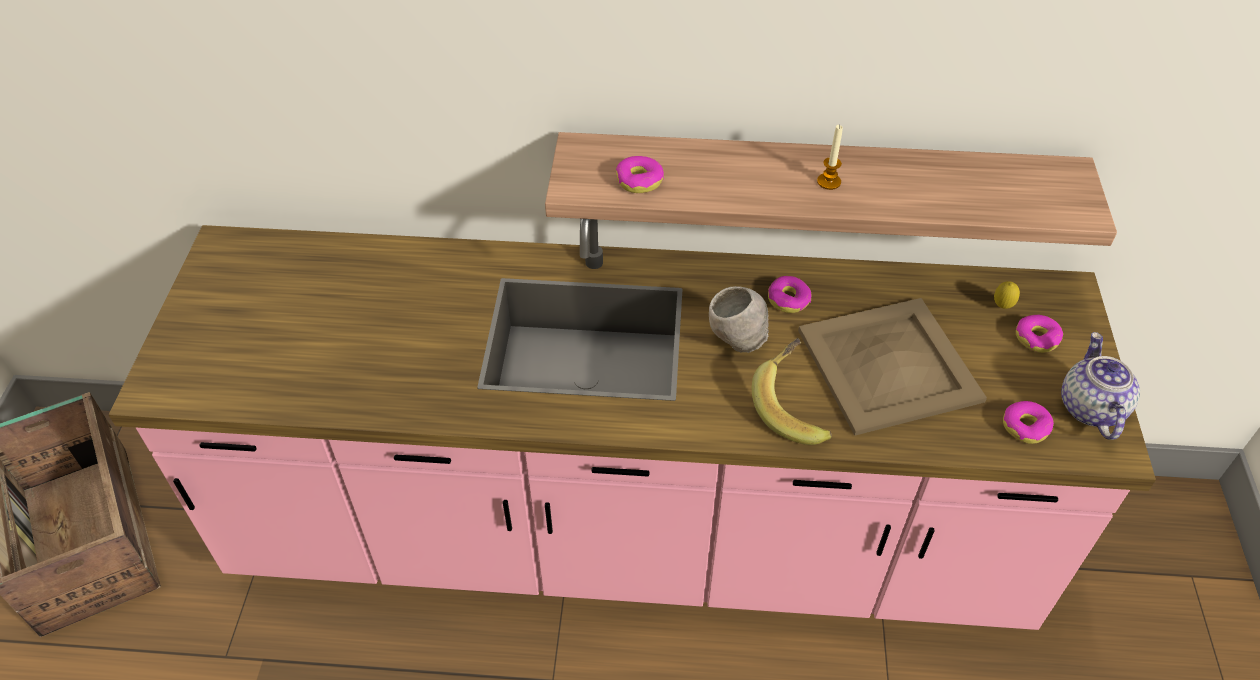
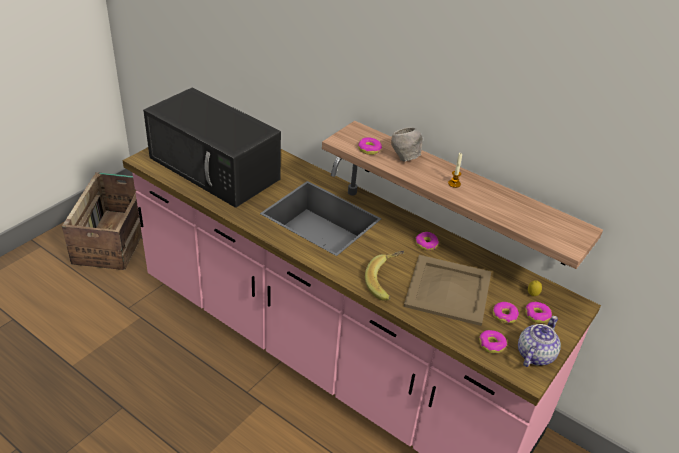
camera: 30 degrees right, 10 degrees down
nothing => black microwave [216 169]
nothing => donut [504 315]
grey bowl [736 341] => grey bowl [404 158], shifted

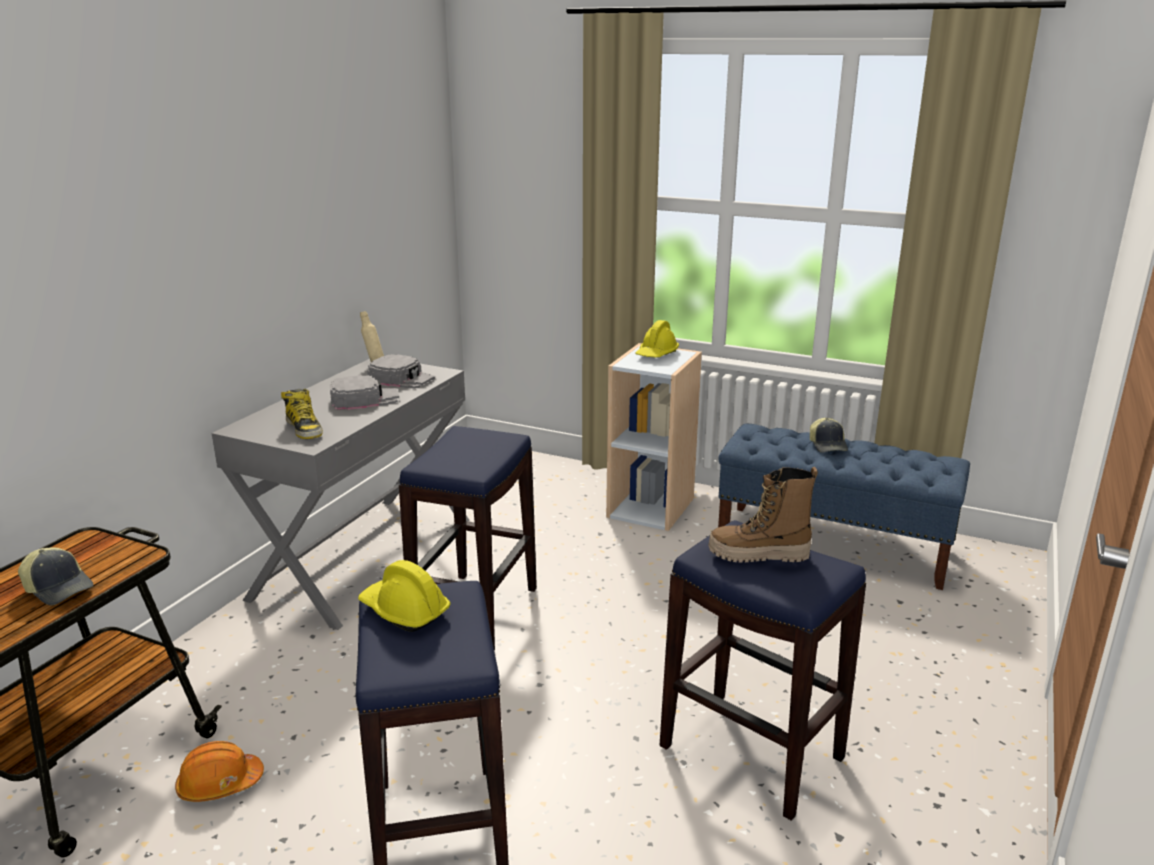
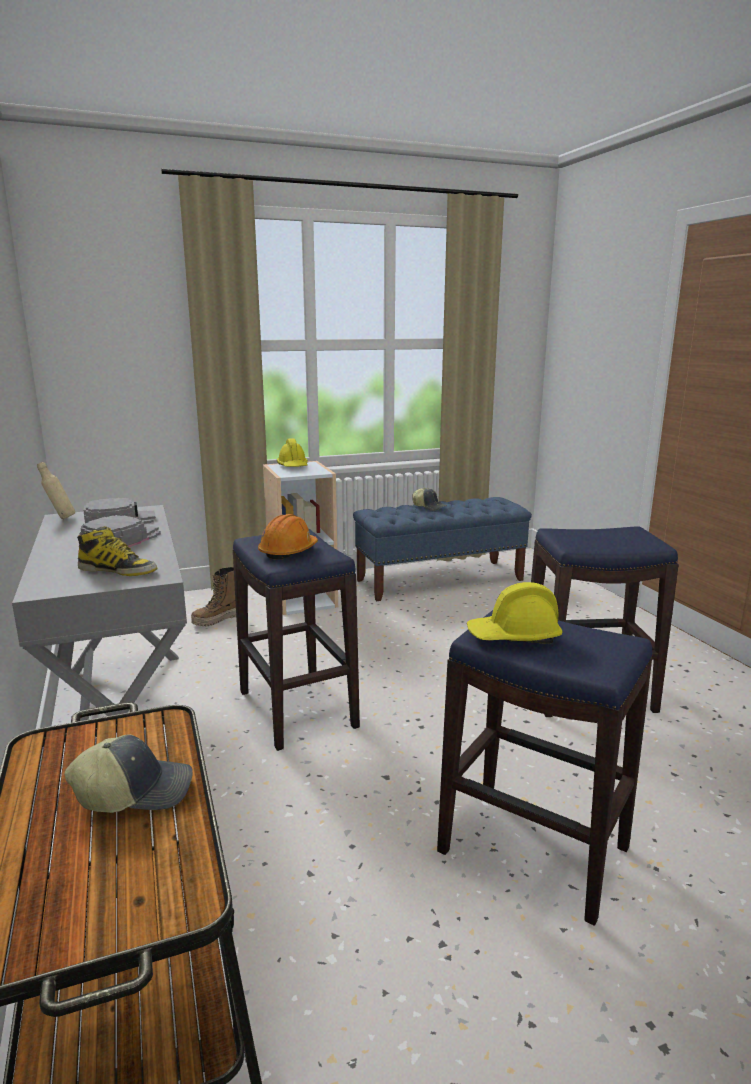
camera: 45 degrees left, 5 degrees down
orange hard hat [219 784] => orange hard hat [288 551], shifted
boot [758 555] => boot [217 620], shifted

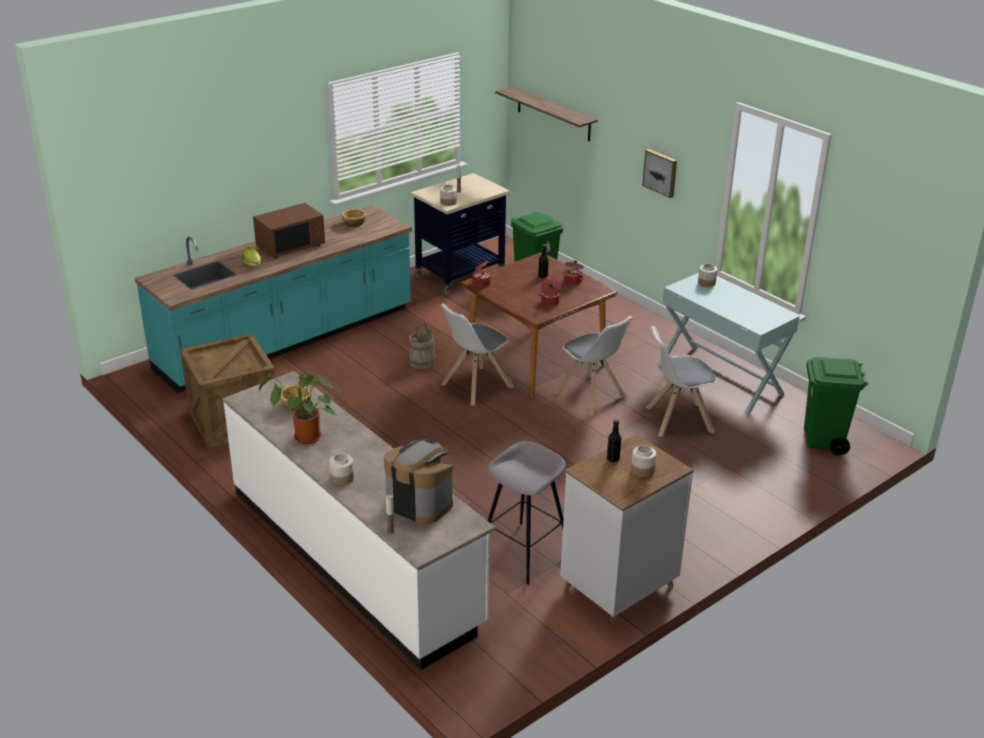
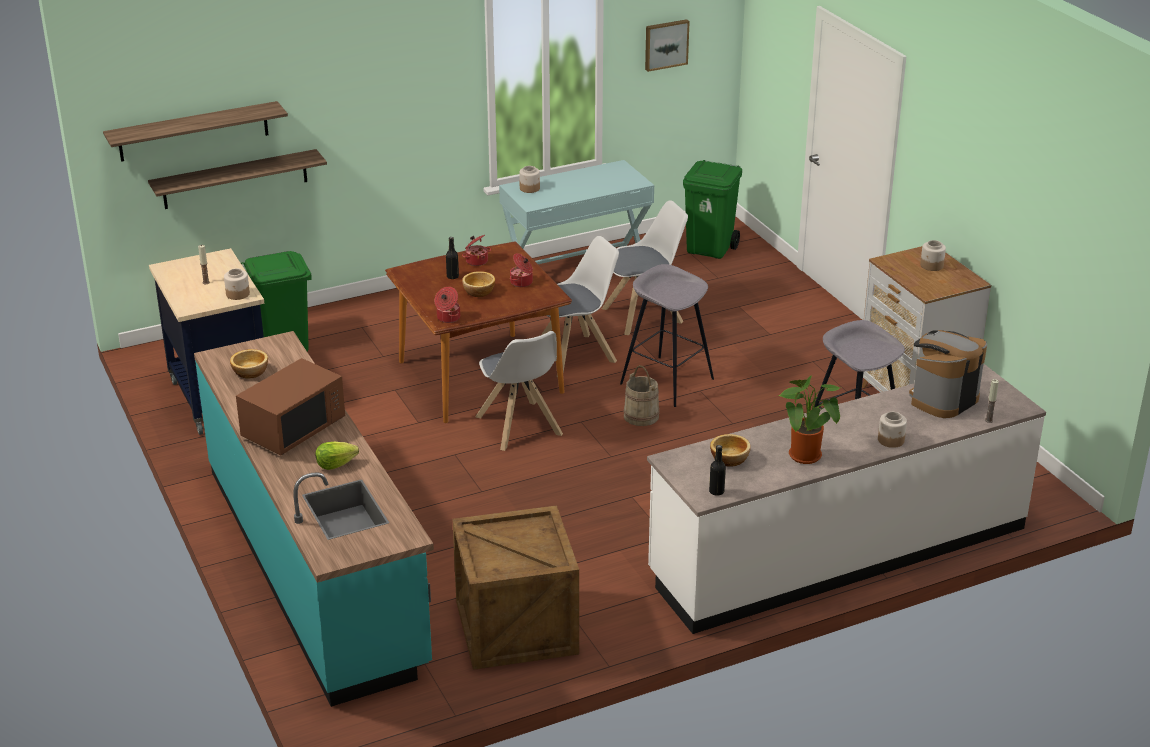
camera: 75 degrees left, 0 degrees up
nothing => shelf [235 179]
nothing => bowl [479 292]
nothing => grey stool [667 381]
beige bucket [422 362] => beige bucket [641 416], shifted
black bottle [613 459] => black bottle [716 491], shifted
picture [661 172] => picture [665 44], shifted
brown microwave [290 246] => brown microwave [293 429], 60 degrees clockwise
chair [677 420] => chair [644 315], 120 degrees counterclockwise

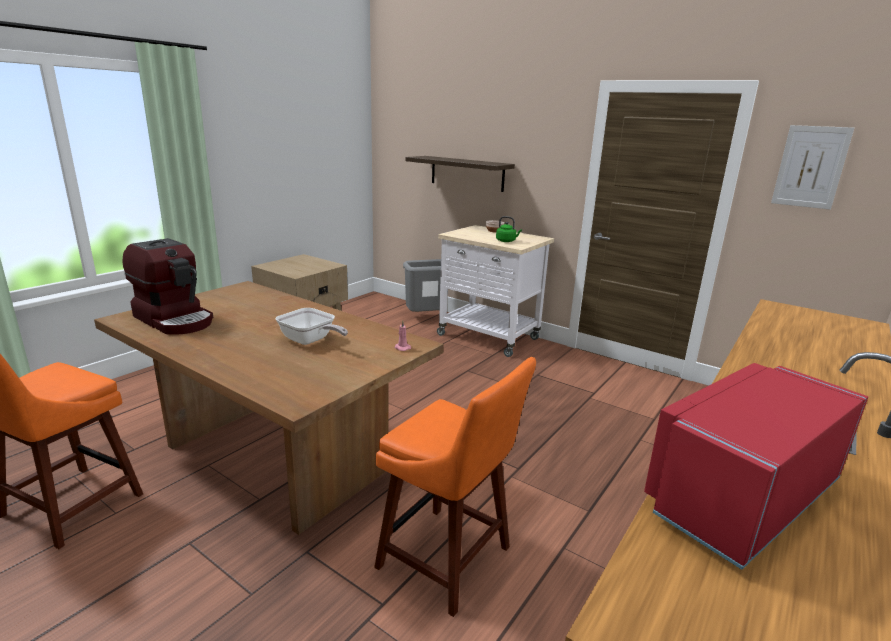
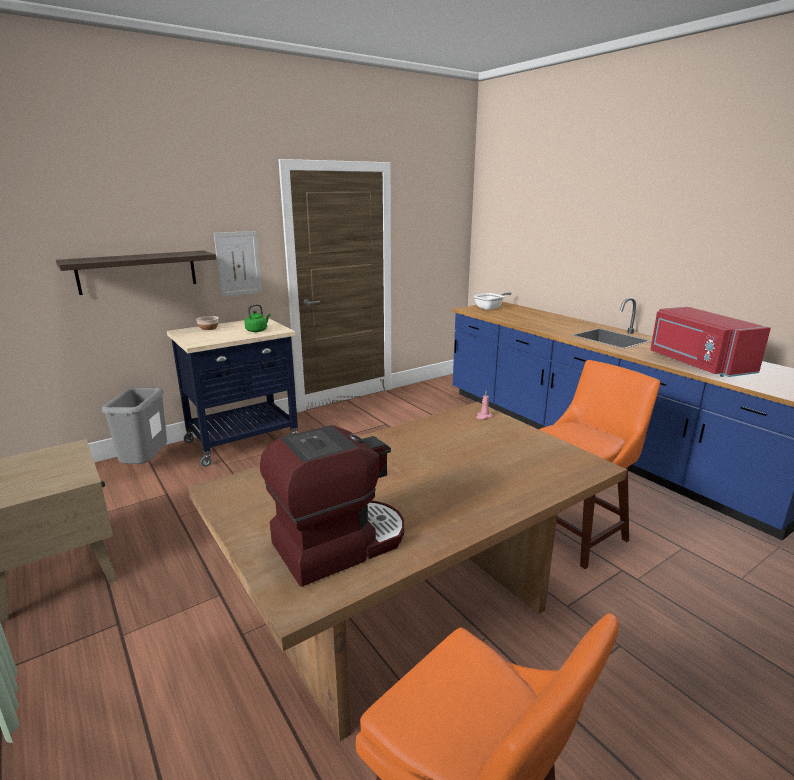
camera: 70 degrees left, 0 degrees up
frying pan [310 341] => frying pan [490 308], shifted
picture [810 167] => picture [238 263], shifted
white cart [489 337] => blue cart [243 441]

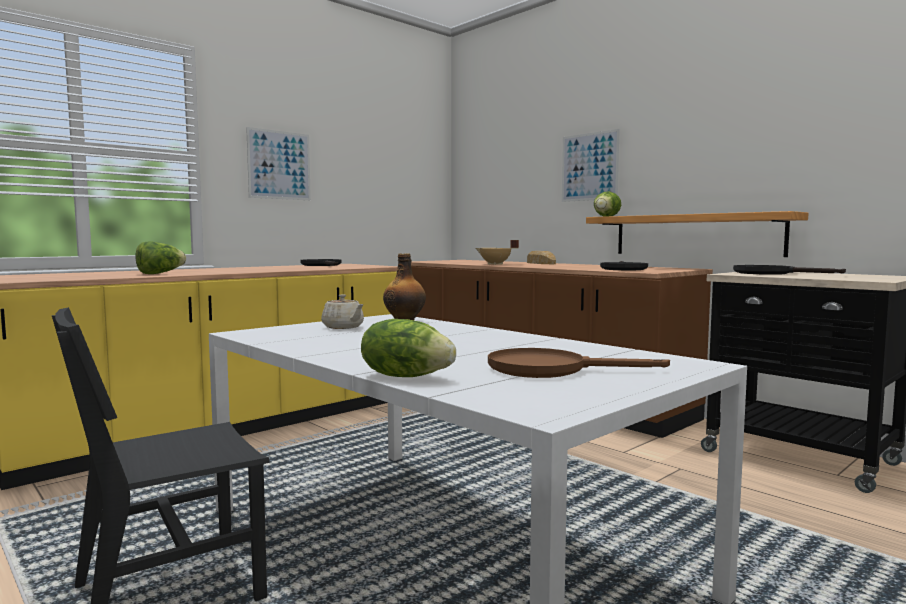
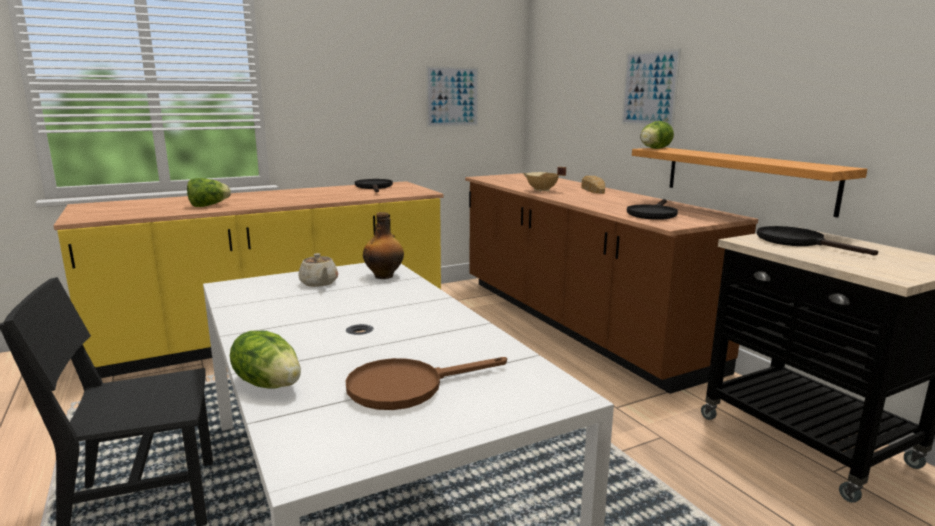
camera: 15 degrees right, 10 degrees up
picture [279 165] => picture [452 97], shifted
brown frying pan [550 369] => brown frying pan [407 386], 45 degrees counterclockwise

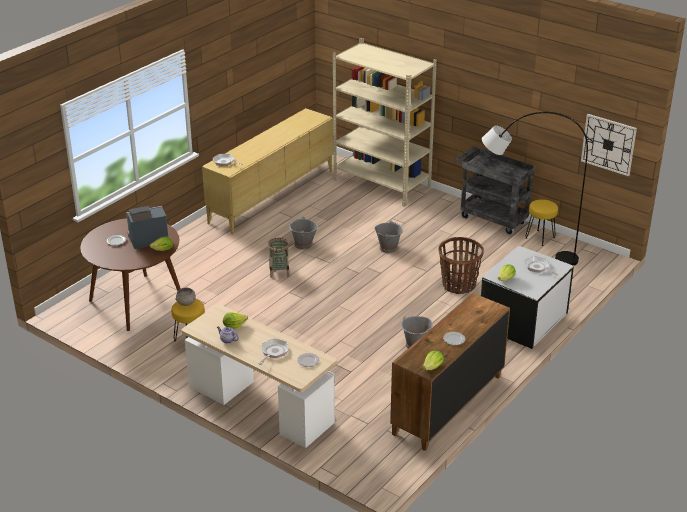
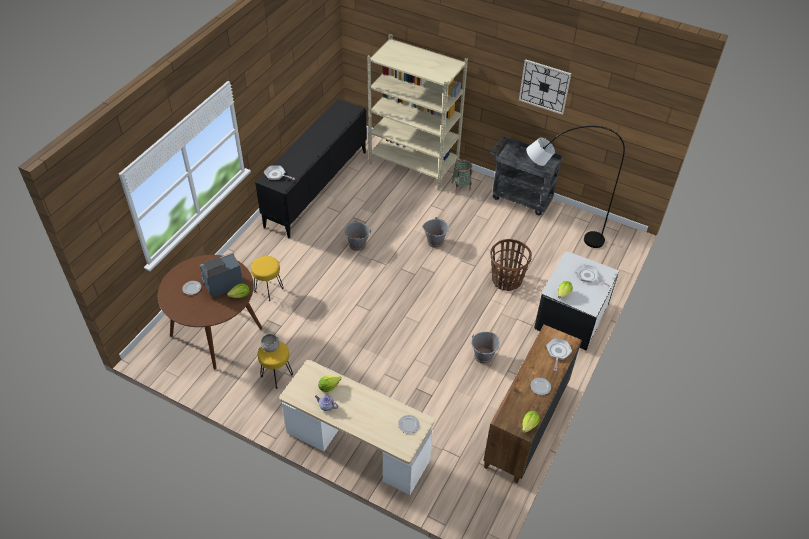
camera: 10 degrees left, 15 degrees up
frying pan [273 352] => frying pan [558 352], shifted
basket [279 272] => basket [461 186], shifted
yellow stool [540 237] => yellow stool [269 290], shifted
wall clock [608 144] => wall clock [544 86], shifted
beige cabinet [272 196] => black cabinet [316 188]

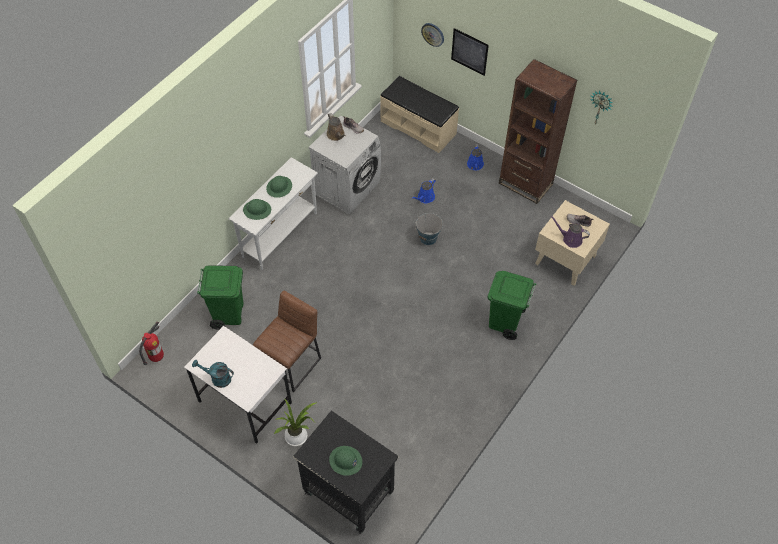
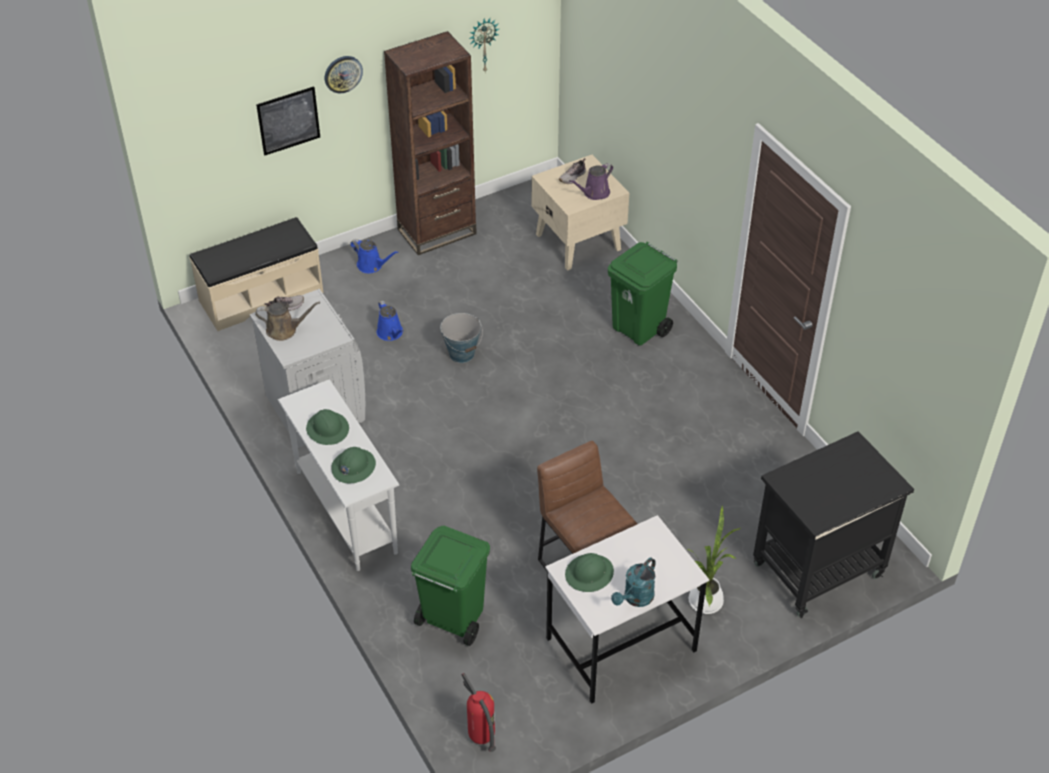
camera: 65 degrees left, 10 degrees down
green hard hat [345 461] => green hard hat [589 574], shifted
wall clock [433 34] => wall clock [343 74], shifted

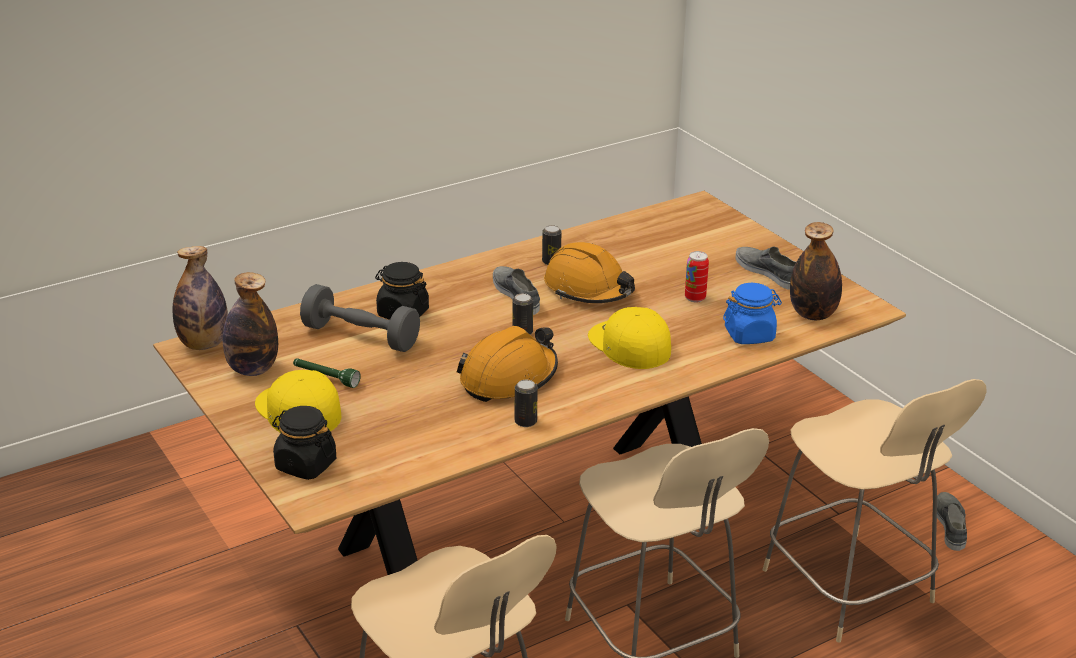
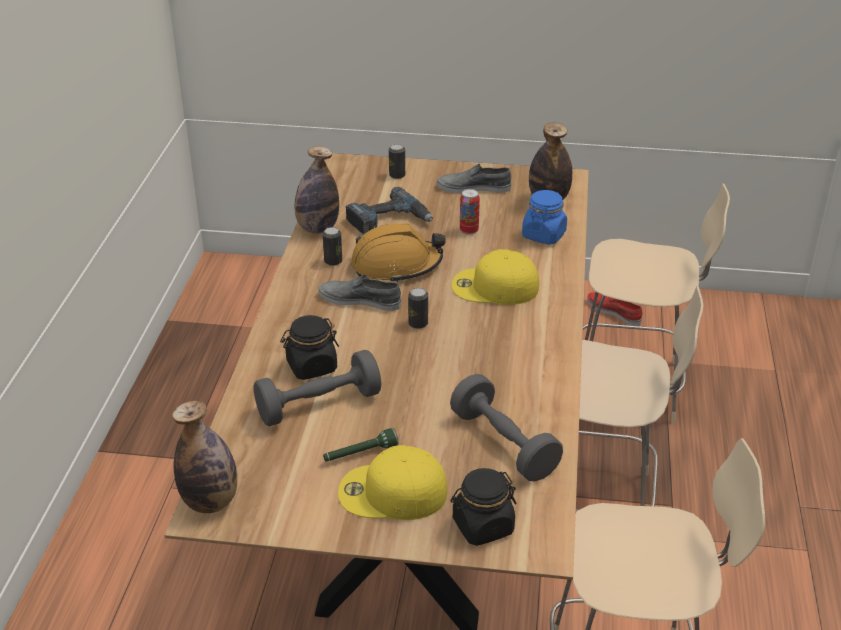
camera: 50 degrees left, 5 degrees up
orange hard hat [509 378] => nothing
nothing => power drill [389 220]
nothing => grey dumbbell [504 444]
bottle [252 369] => bottle [317 228], shifted
can [525 421] => can [397 175], shifted
grey shoe [951 525] => red shoe [614 312]

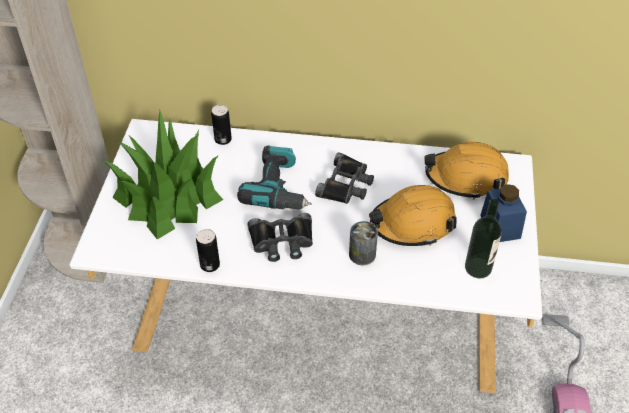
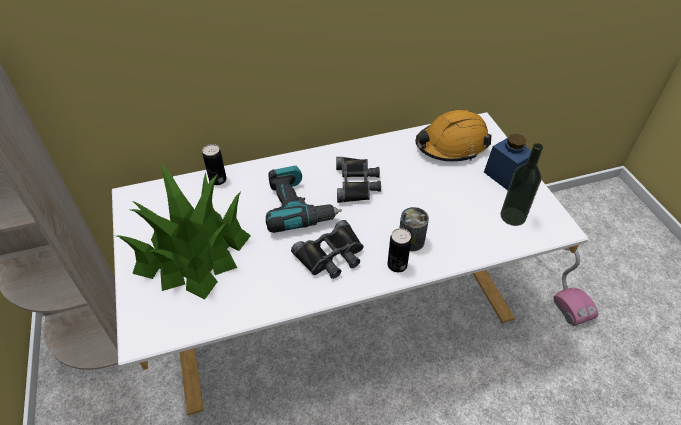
camera: 25 degrees left, 0 degrees up
orange hard hat [412 224] => nothing
can [210 265] => can [397 265], shifted

